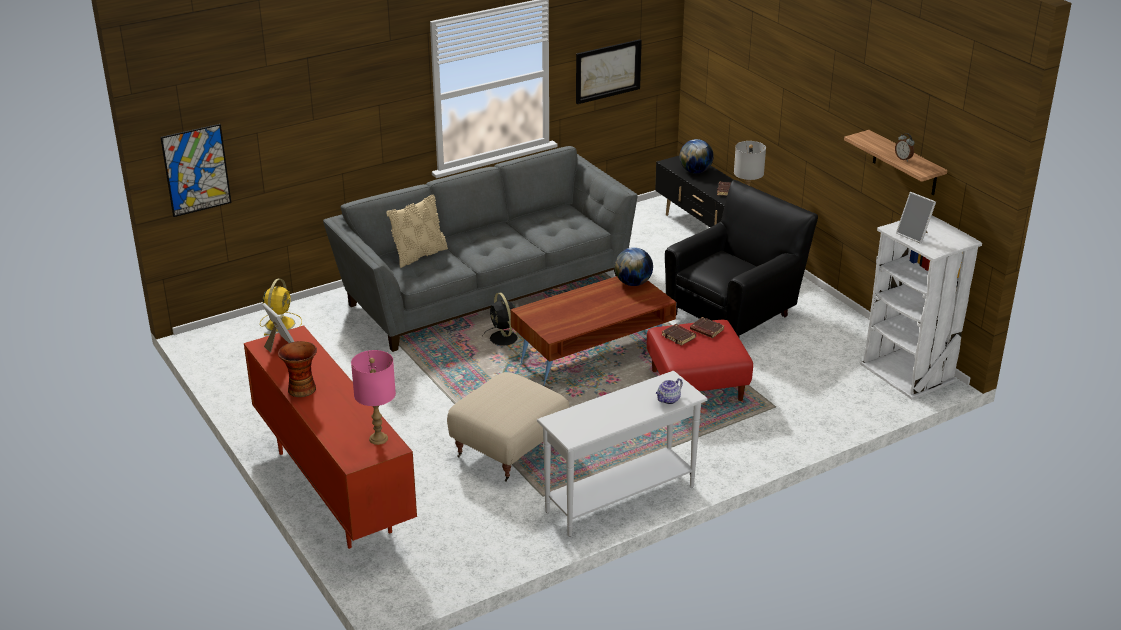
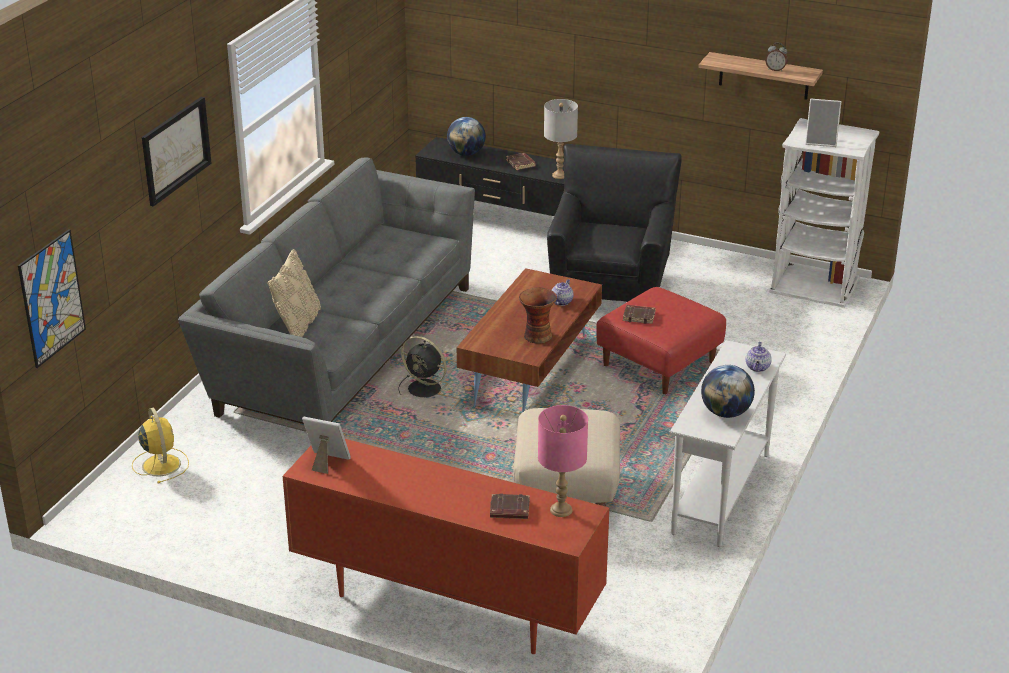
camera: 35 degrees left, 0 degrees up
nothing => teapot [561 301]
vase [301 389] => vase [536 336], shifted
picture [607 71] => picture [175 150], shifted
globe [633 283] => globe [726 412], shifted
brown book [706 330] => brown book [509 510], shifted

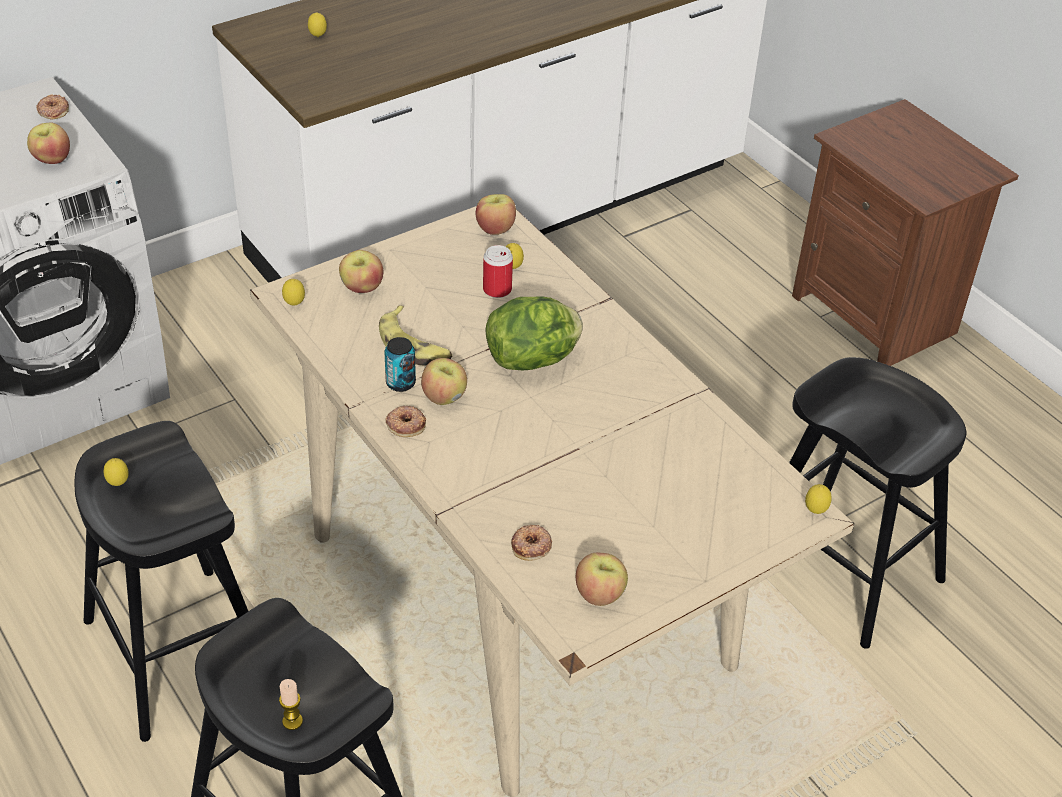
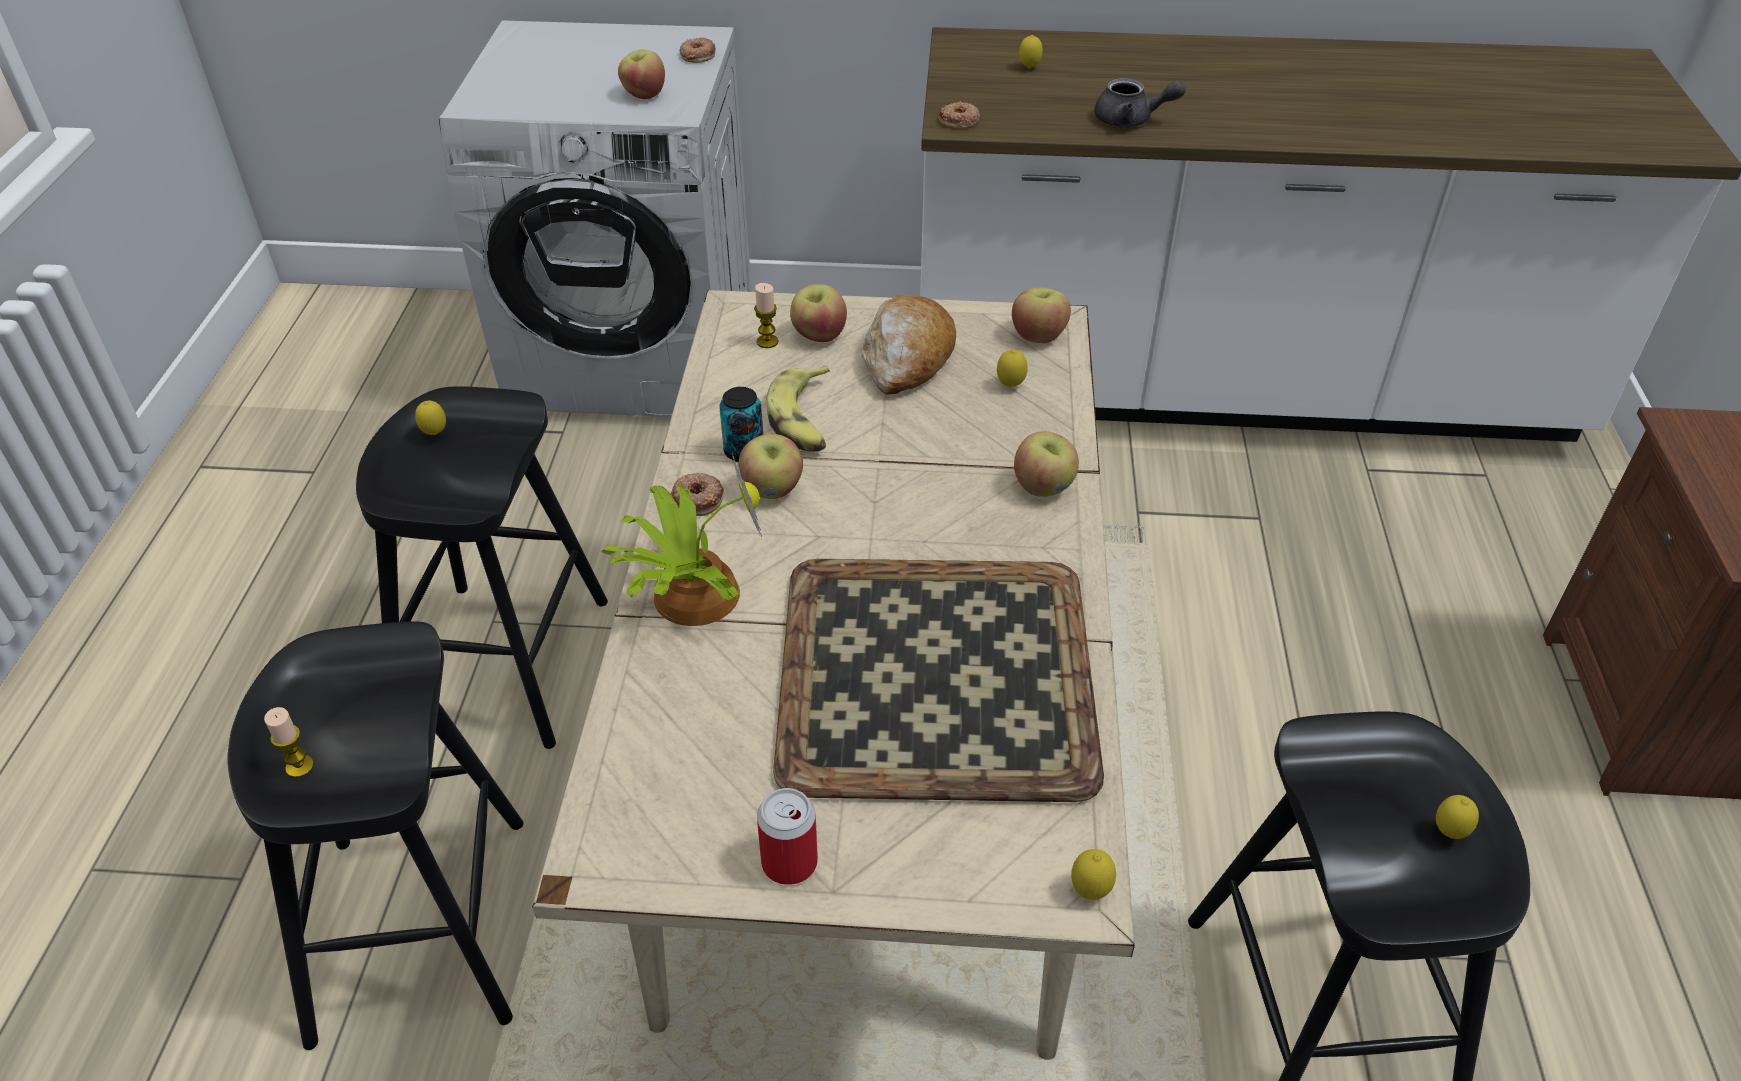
camera: 40 degrees right, 0 degrees up
lettuce [533 359] => nothing
nothing => potted plant [691 593]
nothing => candle [767 342]
nothing => tray [933 678]
nothing => bread [907 358]
nothing => grey teapot [1131 120]
lemon [294 304] => lemon [1448 833], shifted
can [497 290] => can [789 862], shifted
donut [531 546] => donut [959 120], shifted
apple [600 594] => apple [1043 487], shifted

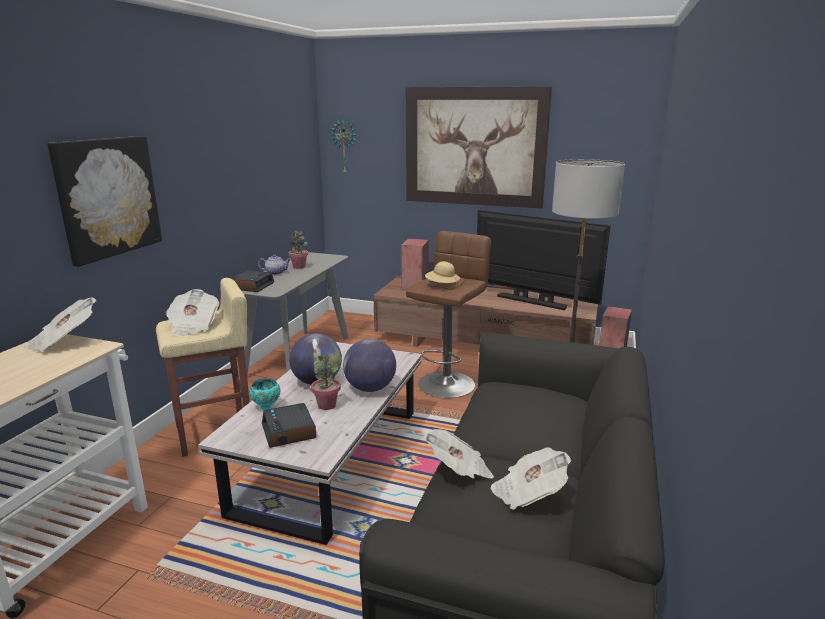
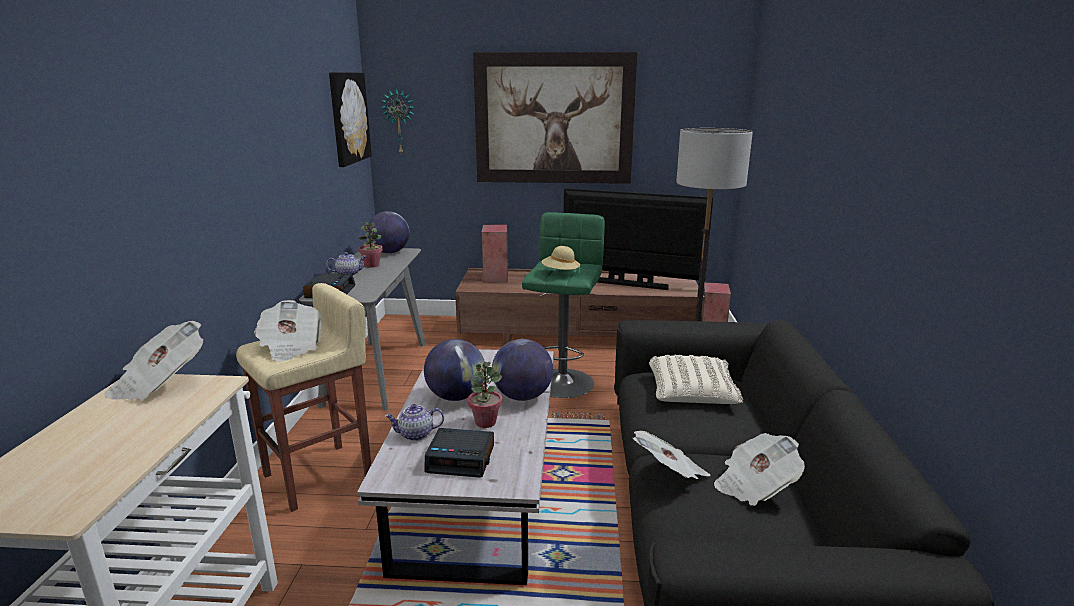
camera: 15 degrees left, 0 degrees up
nothing => globe [389 252]
nothing => beige pillow [692 391]
picture [108 197] => picture [349 118], shifted
turquoise bowl [267 407] => teapot [415 434]
brown stool [447 384] => green stool [563 383]
alarm clock [289 431] => alarm clock [461 459], 45 degrees counterclockwise

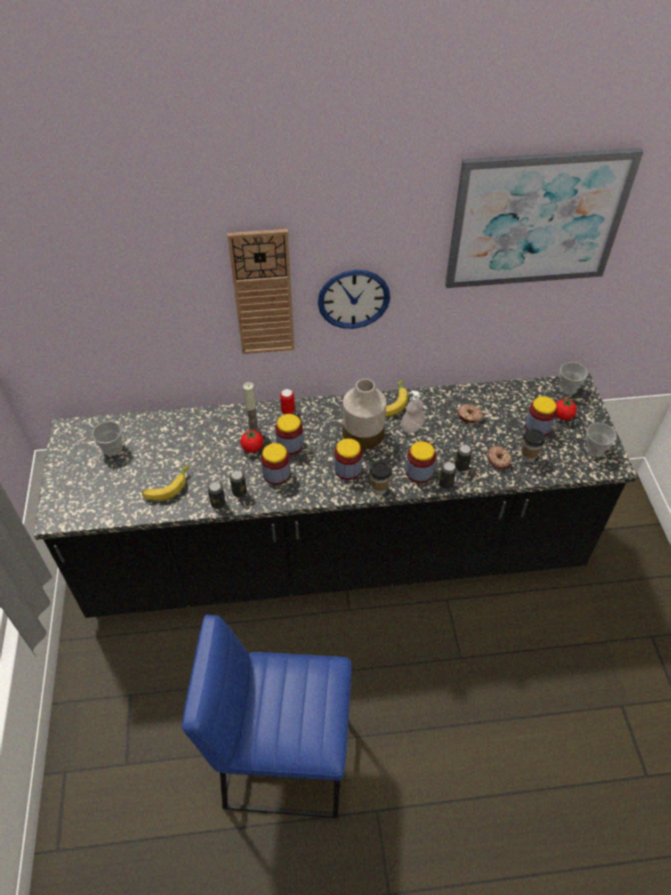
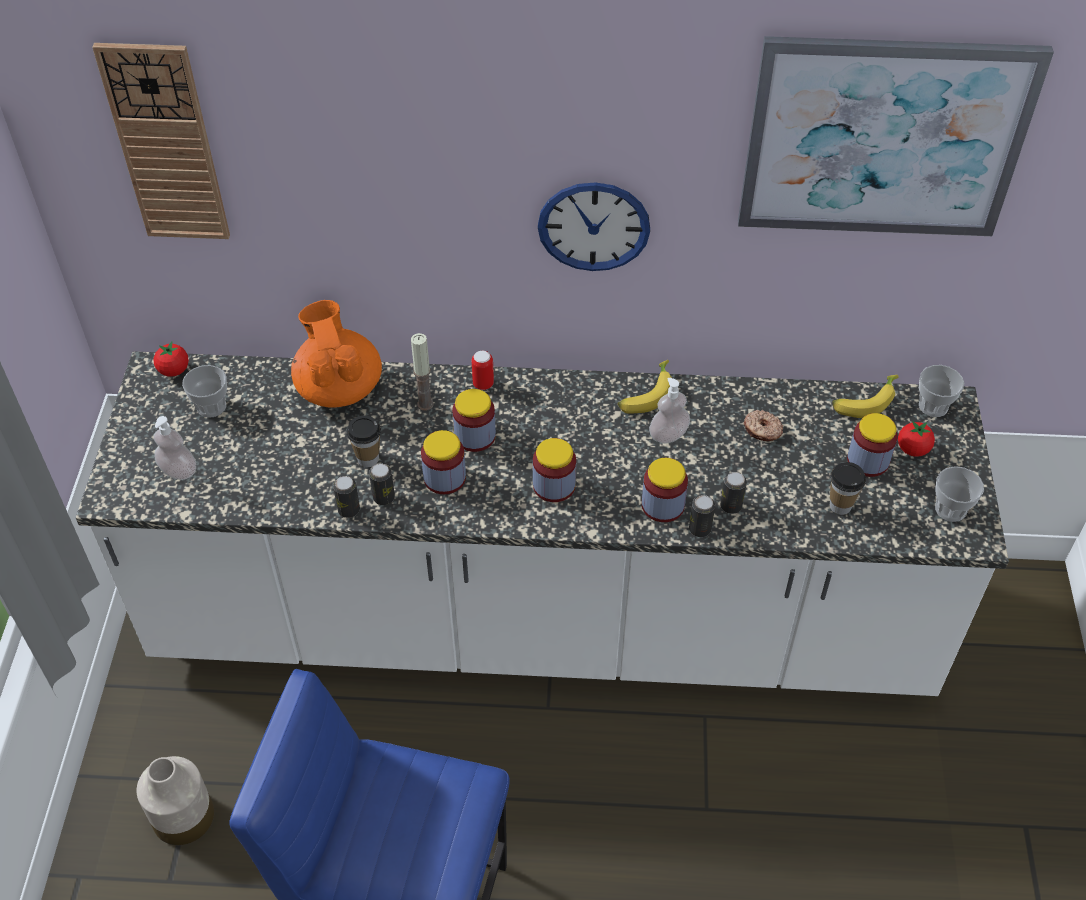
camera: 10 degrees right, 0 degrees up
donut [498 460] => nothing
nothing => soap dispenser [179 471]
nothing => orange teapot [339 387]
banana [167 487] => banana [864 401], shifted
wall clock [263 294] => wall clock [166 144], shifted
tomato [252 448] => tomato [174 370], shifted
beige vase [363 433] => beige vase [182 816], shifted
cup [379 489] => cup [368 459], shifted
black counter [335 556] => white counter [543 621]

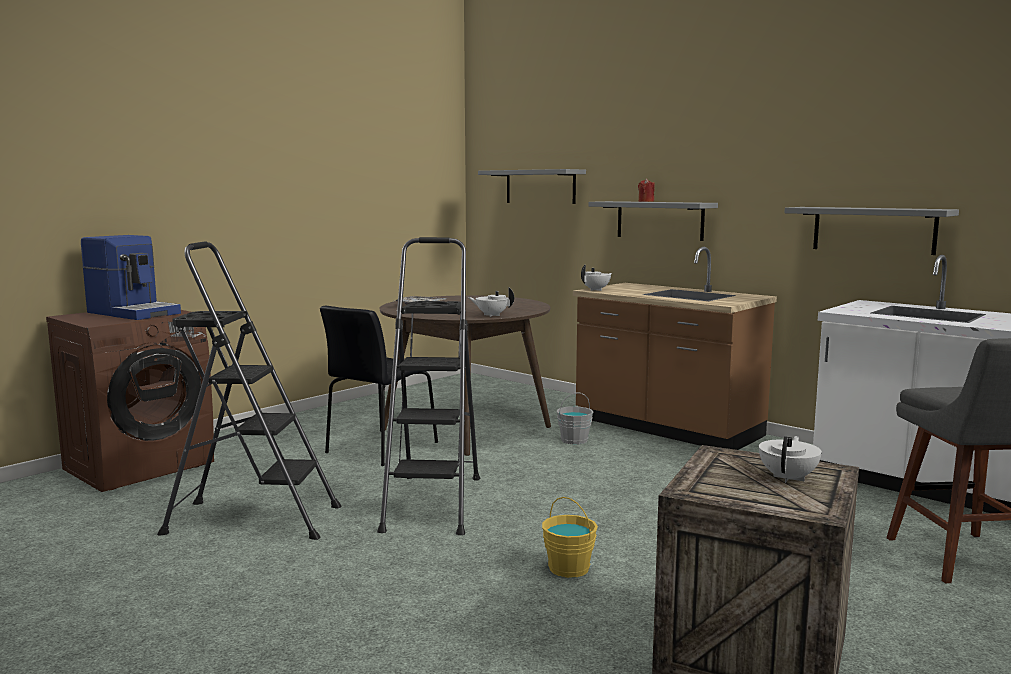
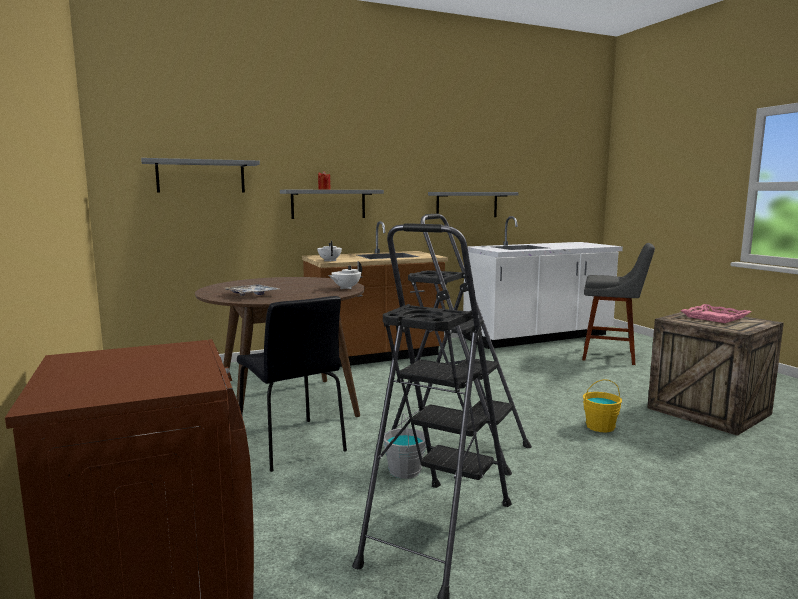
camera: 65 degrees left, 0 degrees up
coffee machine [134 313] => nothing
grey bucket [574 440] => grey bucket [405 471], shifted
white teapot [788 478] => pink tray [714 317]

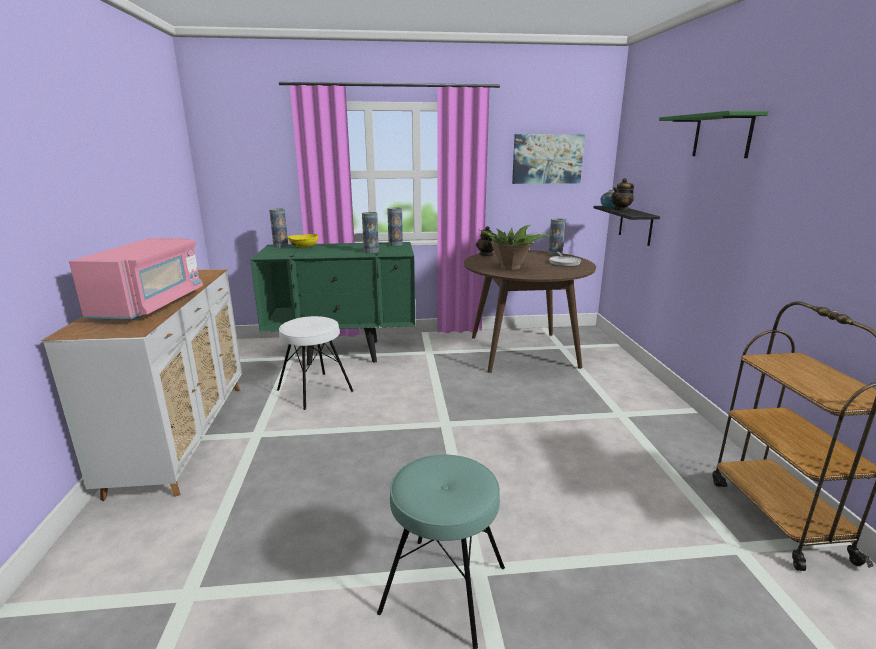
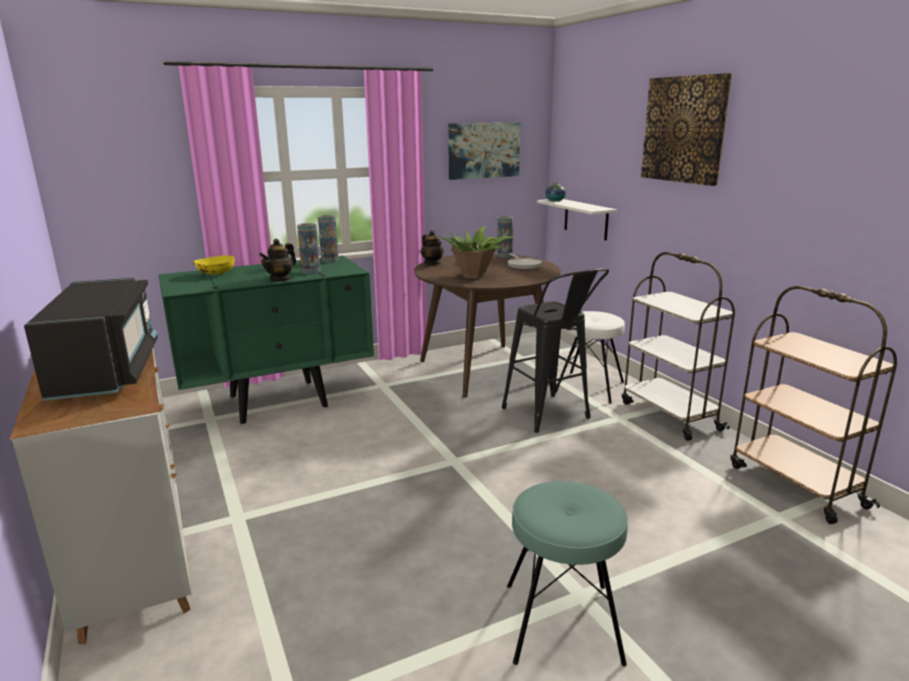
camera: 20 degrees left, 0 degrees up
vase [280 246] => nothing
nothing => black stool [550 417]
nothing => white cart [669 415]
white stool [315 390] => white stool [589 387], shifted
teapot [621 210] => teapot [280 279], shifted
green shelf [722 136] => picture [684 129]
pink microwave [150 304] => black microwave [107 371]
black shelf [635 225] => white shelf [586 219]

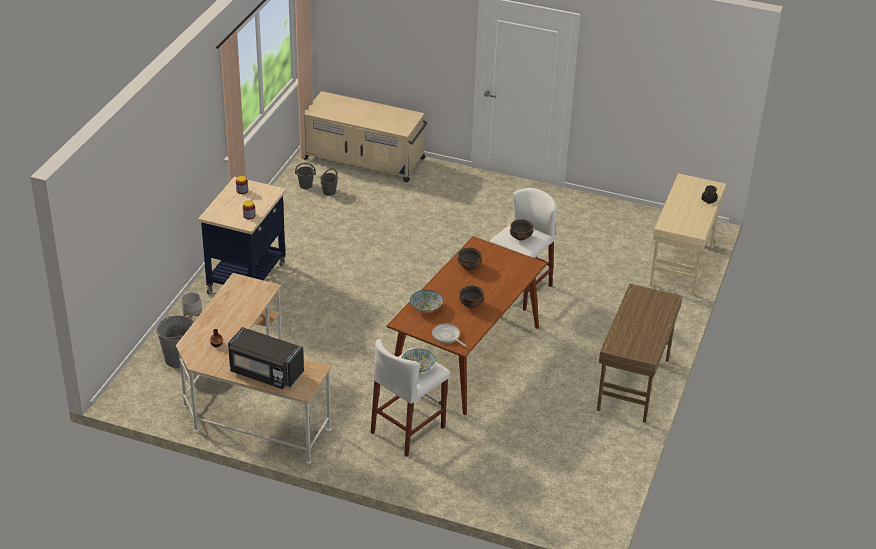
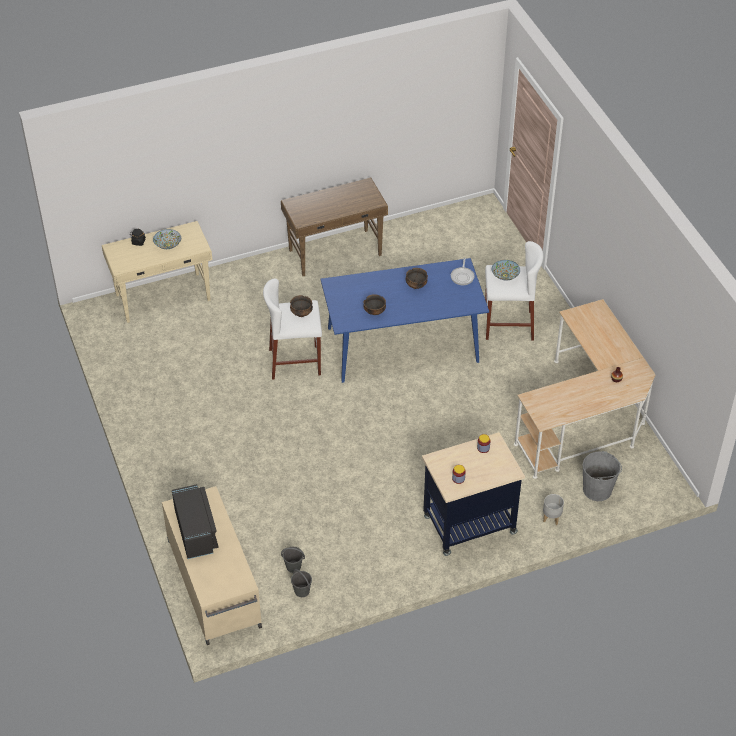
camera: 130 degrees left, 10 degrees up
black microwave [265 372] => black microwave [196 531], shifted
bowl [426 308] => bowl [168 245], shifted
brown dining table [466 355] => blue dining table [403 344]

